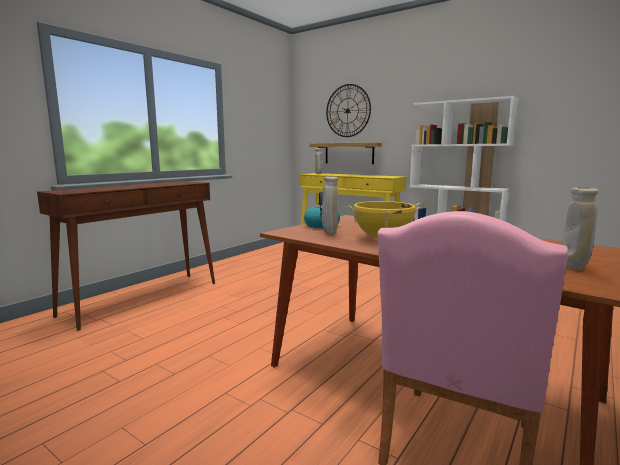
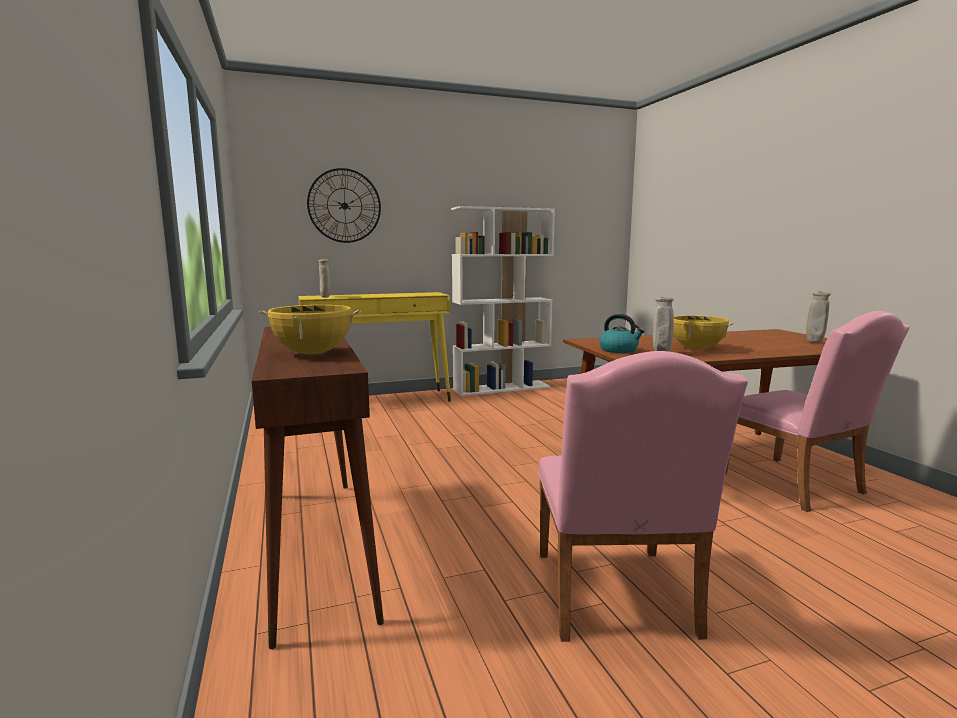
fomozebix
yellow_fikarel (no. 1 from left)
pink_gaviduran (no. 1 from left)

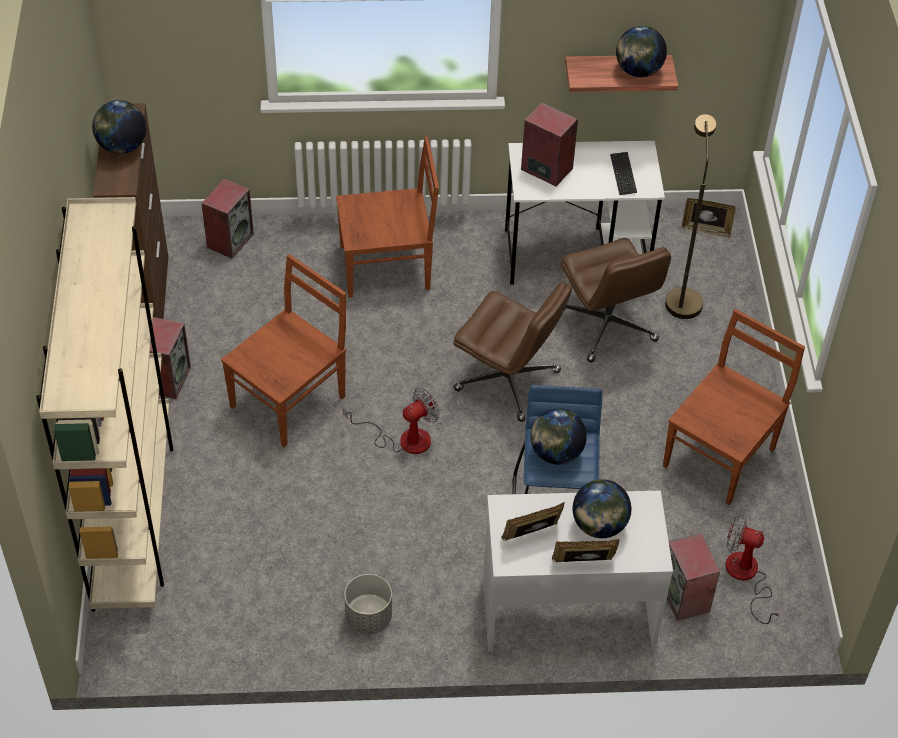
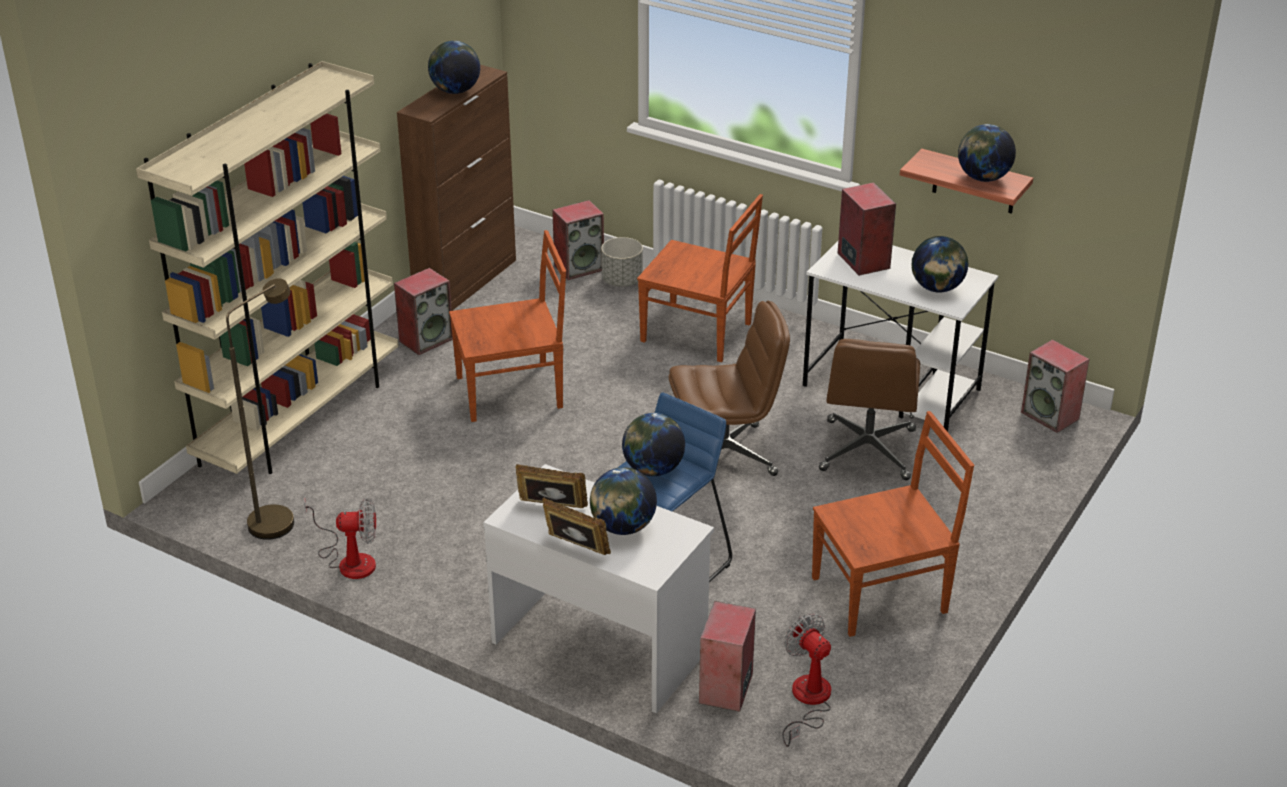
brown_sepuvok
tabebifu (no. 4 from left)
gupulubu (no. 5 from left)
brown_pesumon (no. 1 from left)
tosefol (no. 1 from left)
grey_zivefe

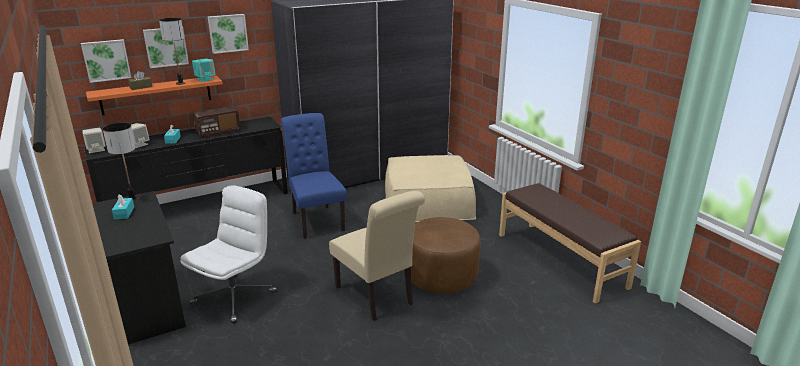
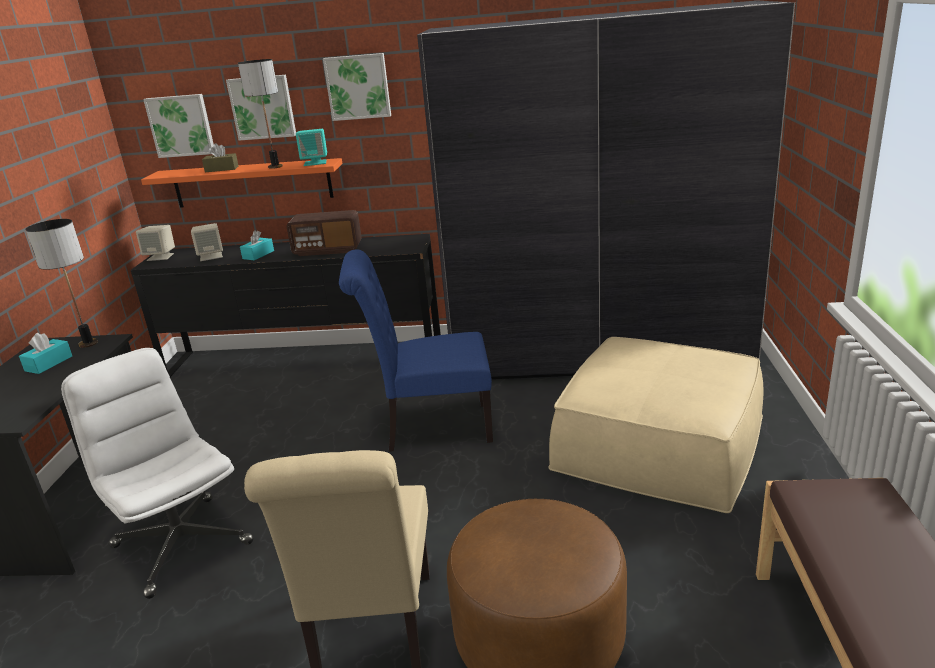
blue_gaviduran
white_pesumon

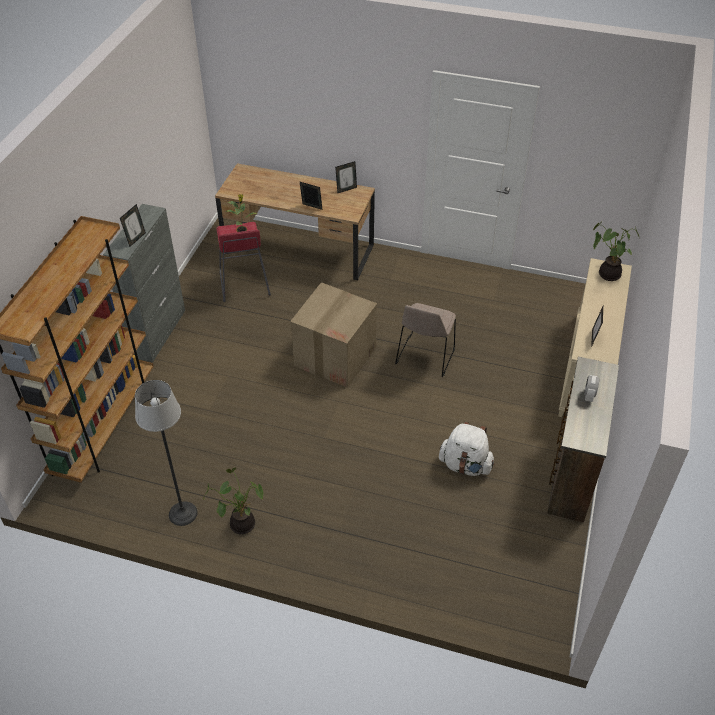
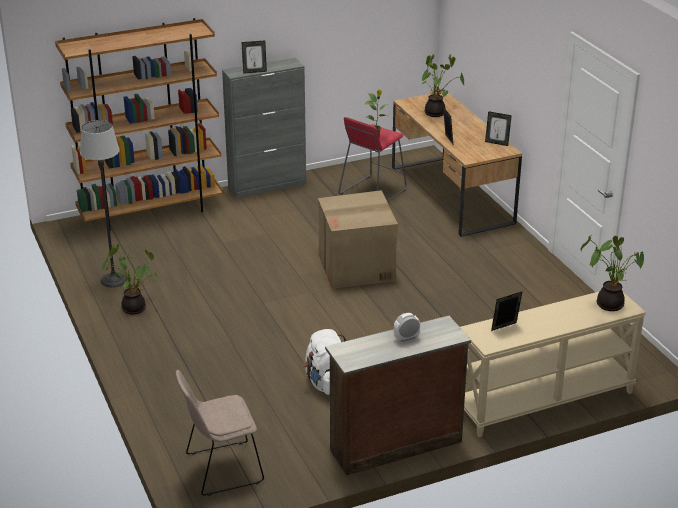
beige_gaviduran
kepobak (no. 3 from left)

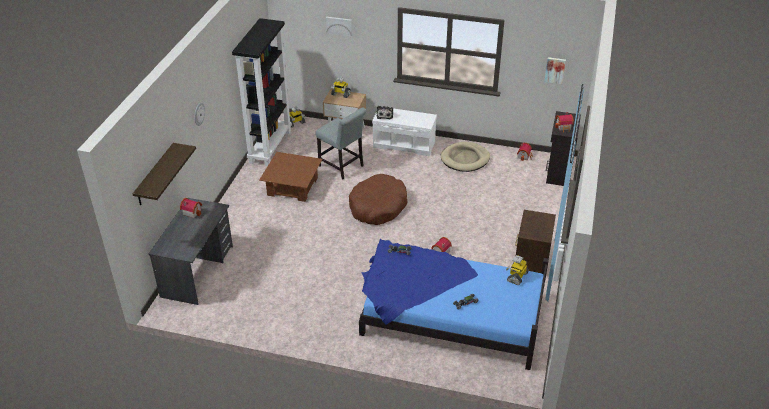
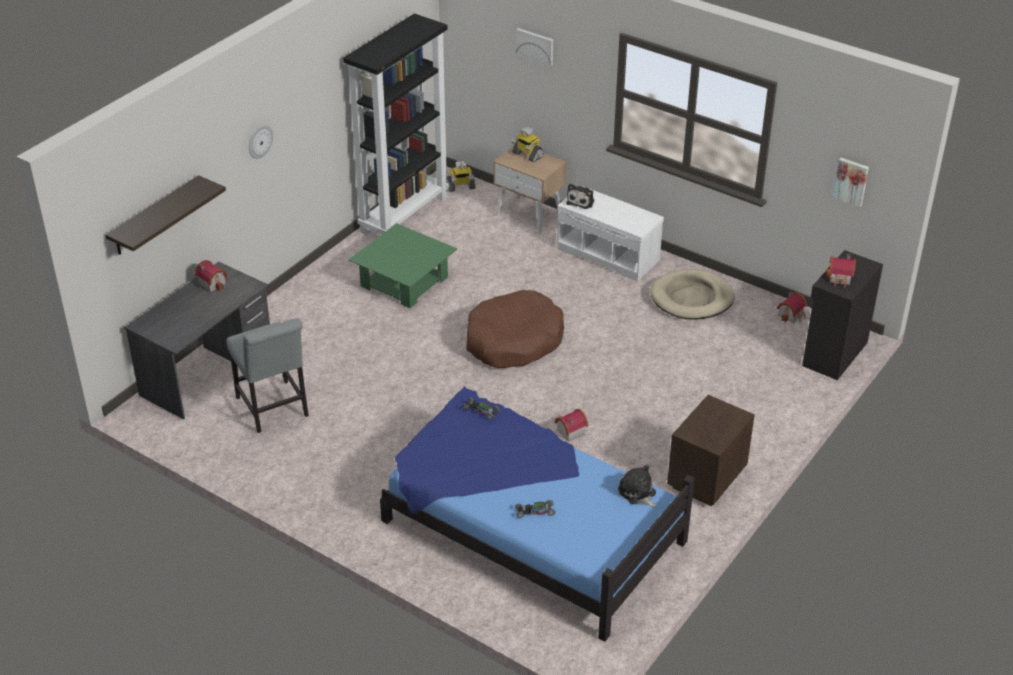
grey_gaviduran
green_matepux
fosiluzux (no. 2 from left)

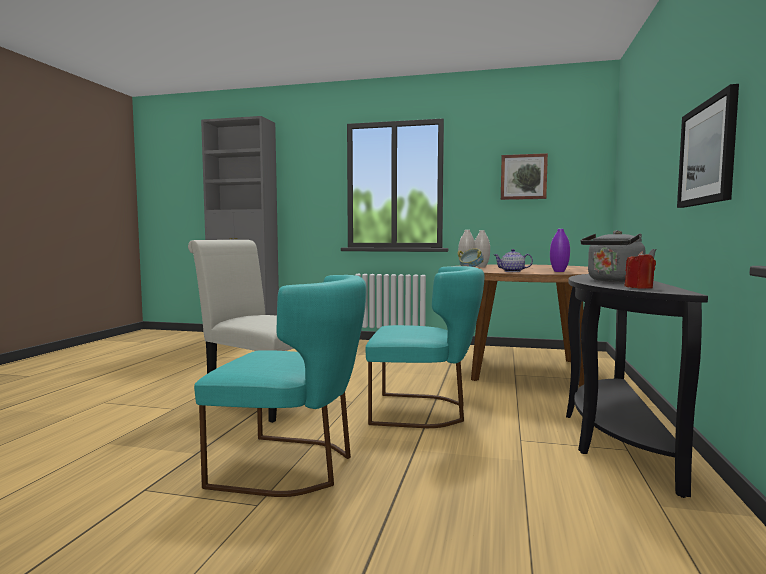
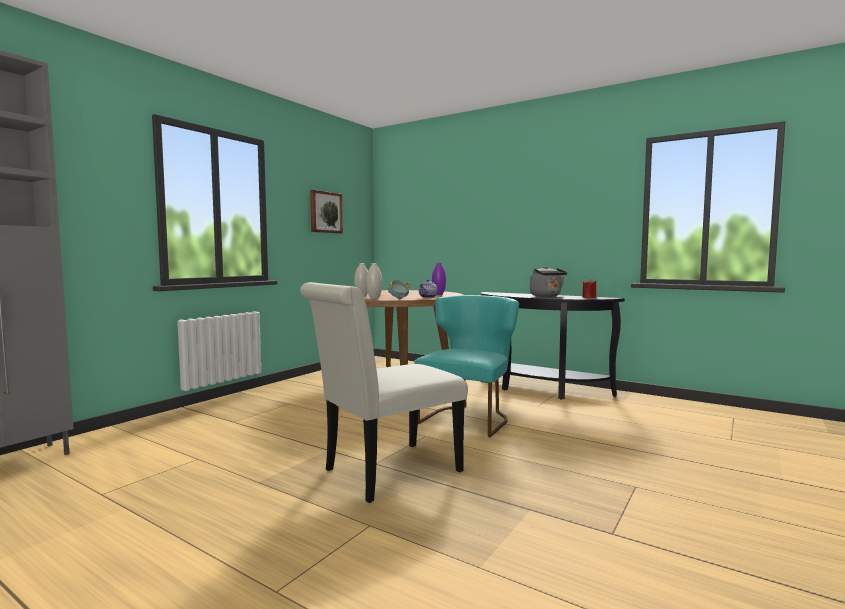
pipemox (no. 2 from left in the first image)
turquoise_gaviduran (no. 1 from left in the first image)

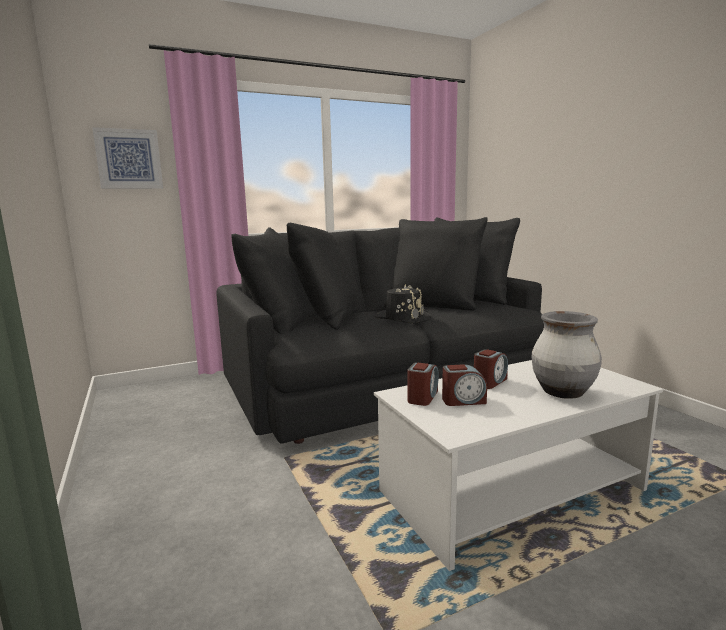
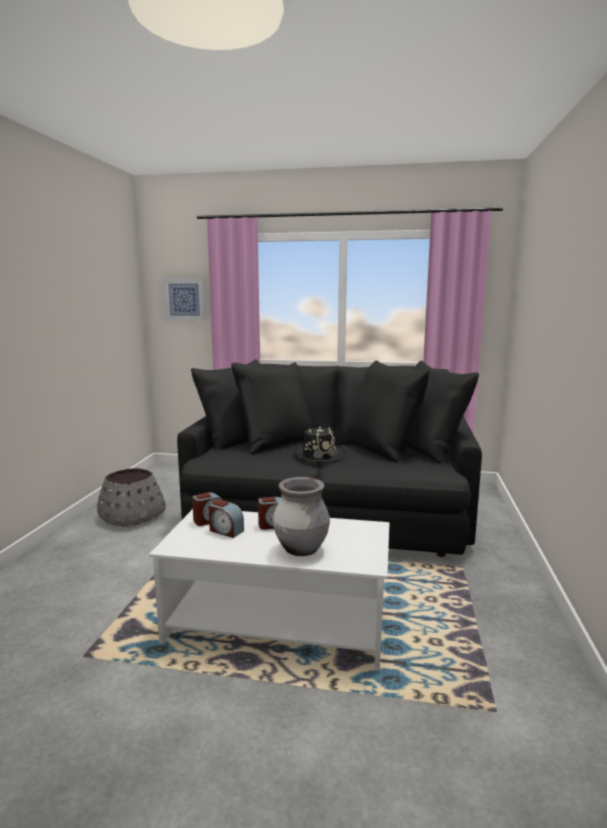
grey_zivefe

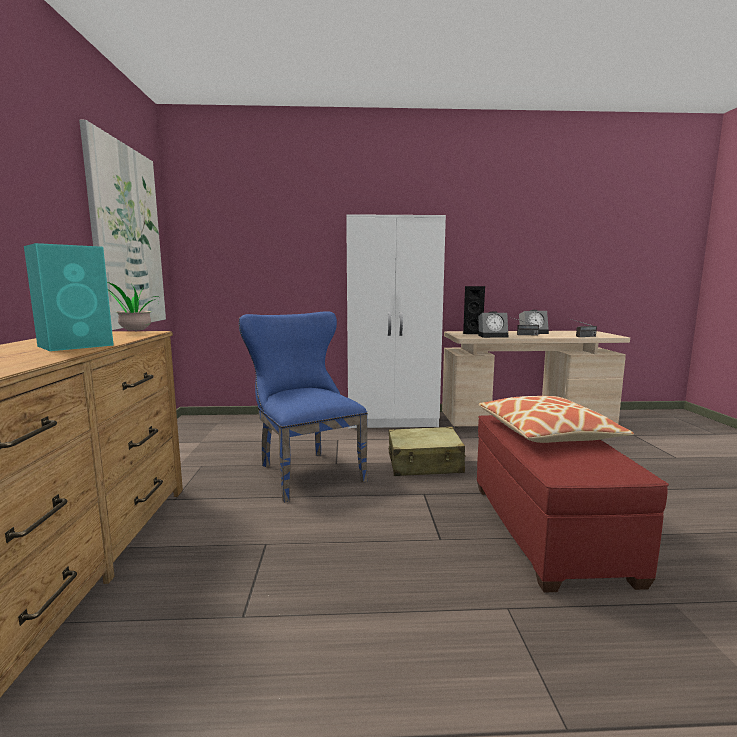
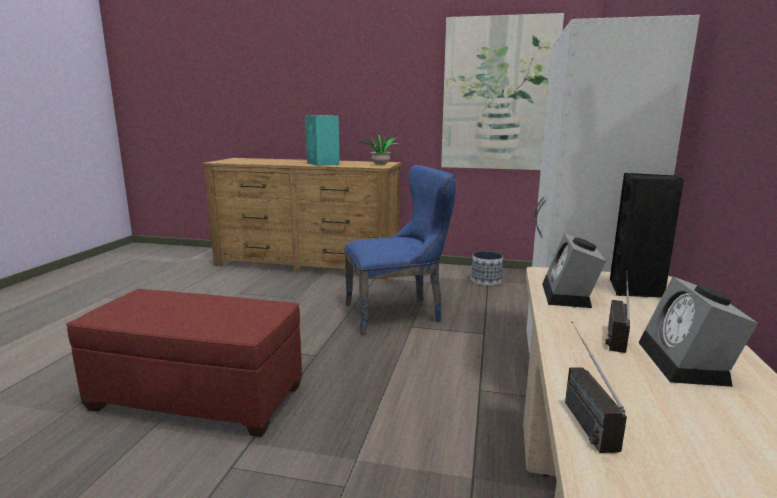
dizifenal
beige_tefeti
zivefe

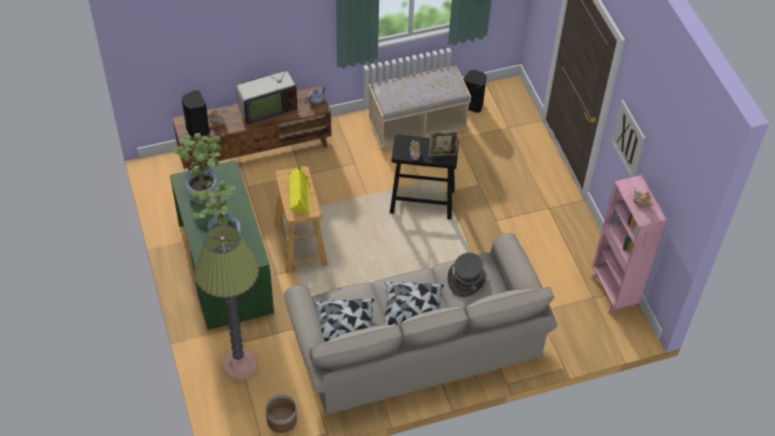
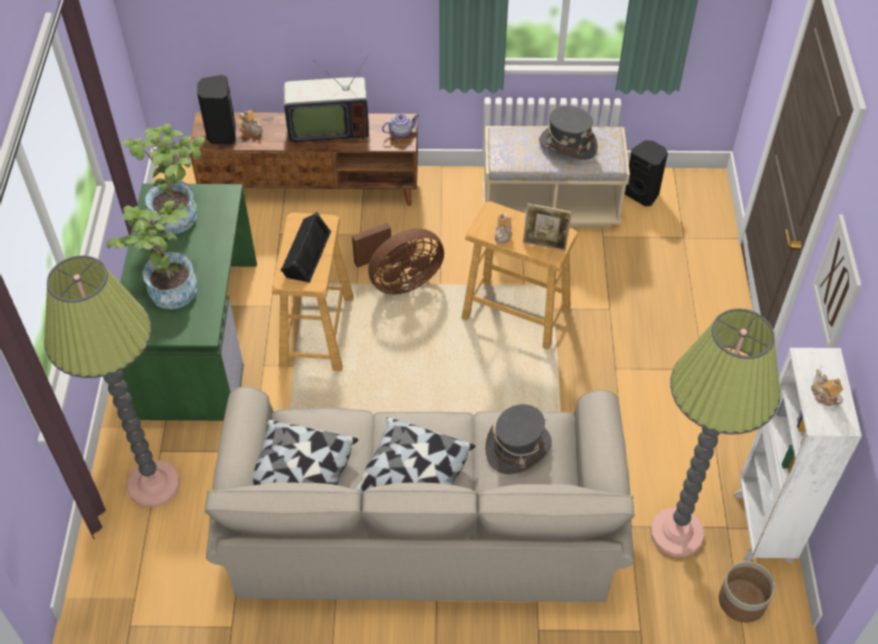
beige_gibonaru (no. 2 from left)
black_gupulubu (no. 2 from left)
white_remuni
zivefe
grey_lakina (no. 2 from left)
brown_tosefol
sepuvok (no. 2 from left)

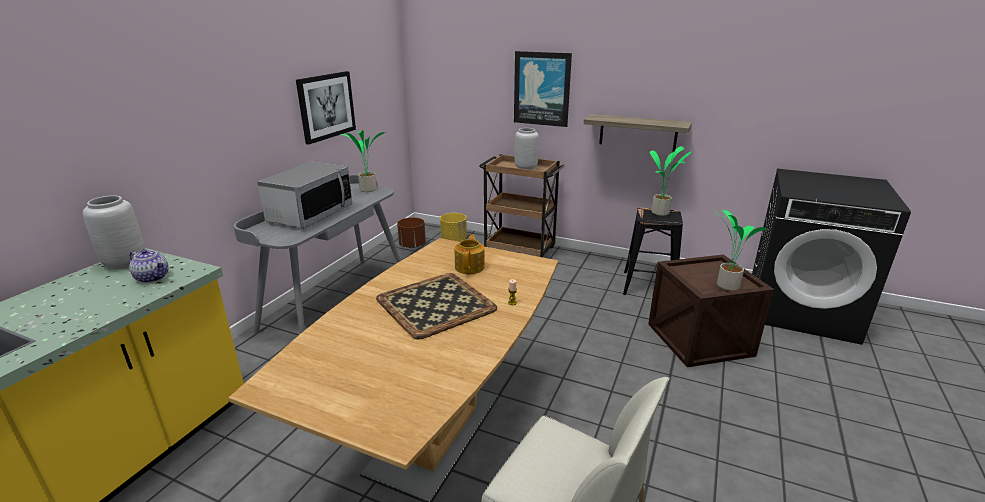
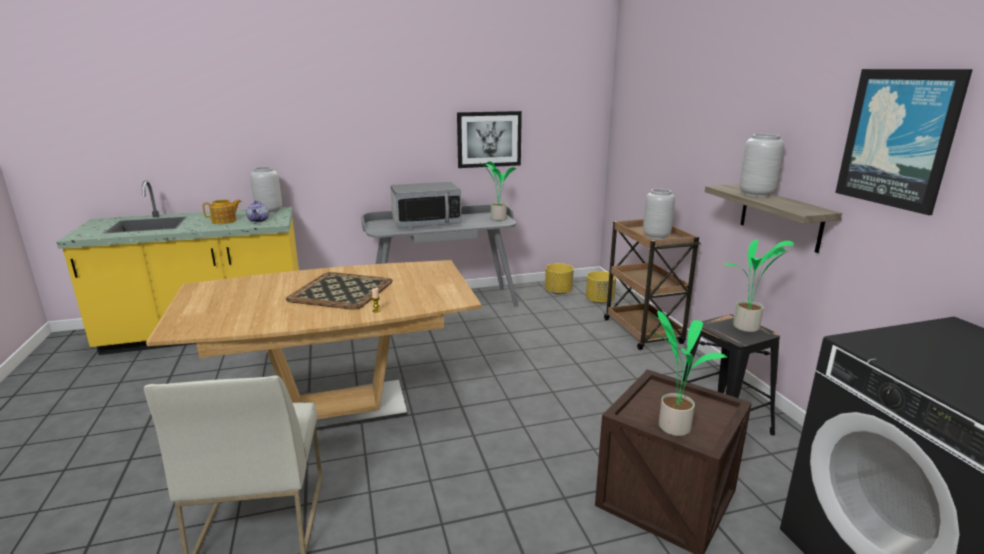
pipemox (no. 2 from left)
yellow_zivefe (no. 1 from left)
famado (no. 1 from left)
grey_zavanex (no. 3 from left)

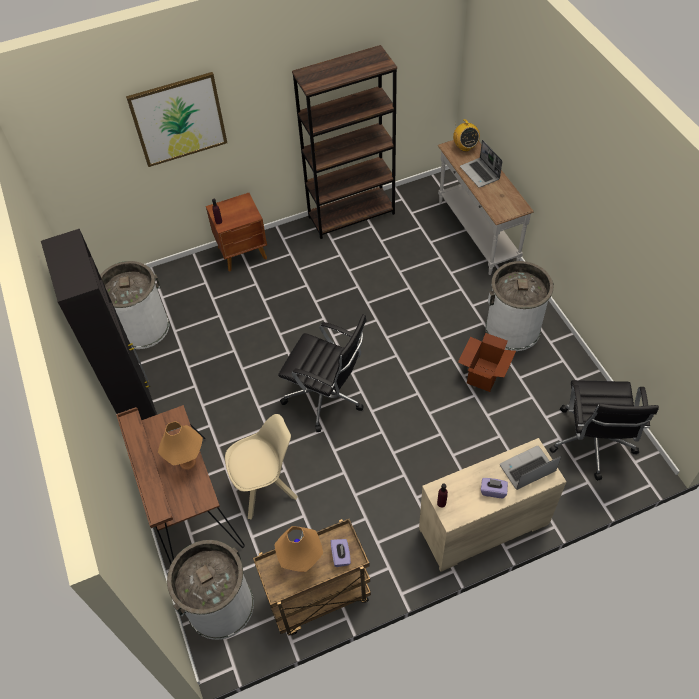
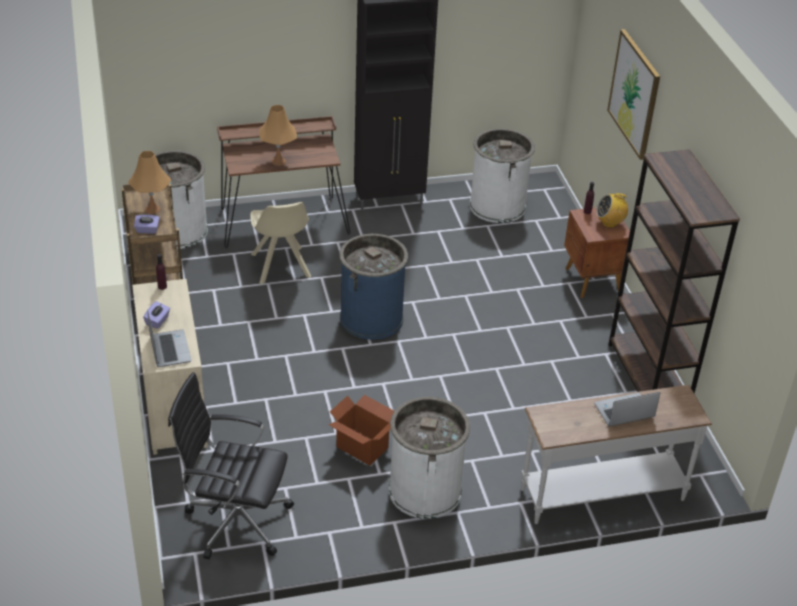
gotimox
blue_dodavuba

